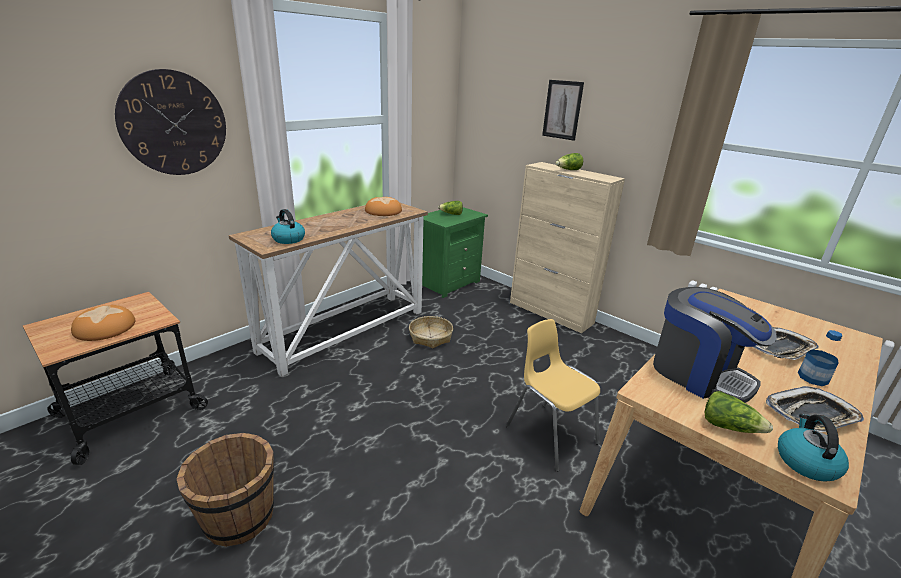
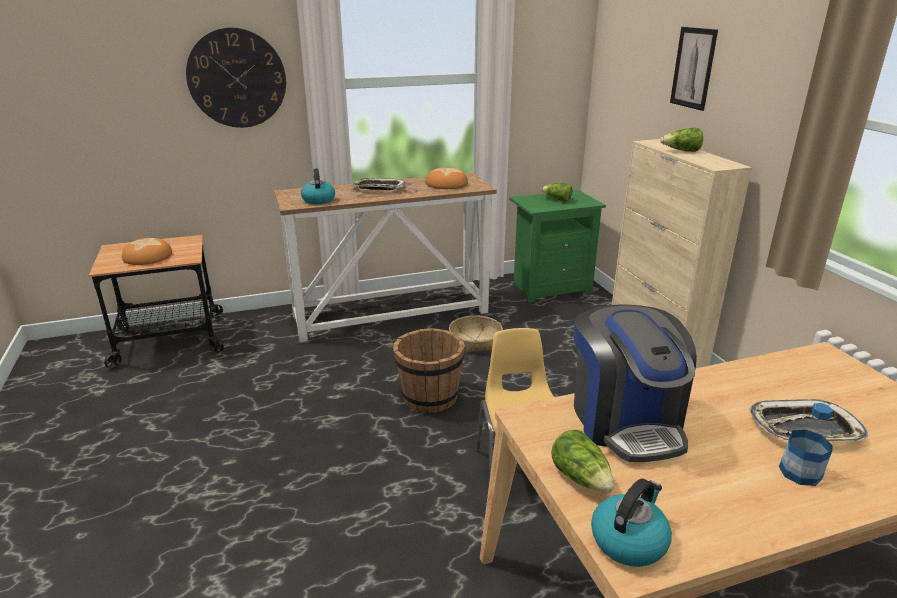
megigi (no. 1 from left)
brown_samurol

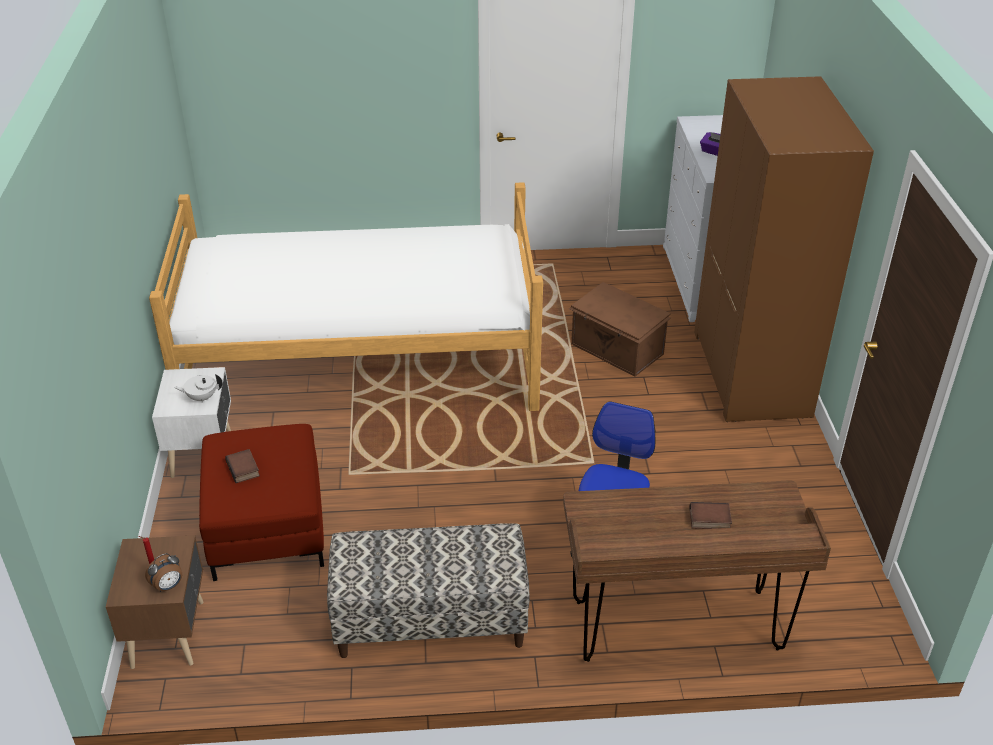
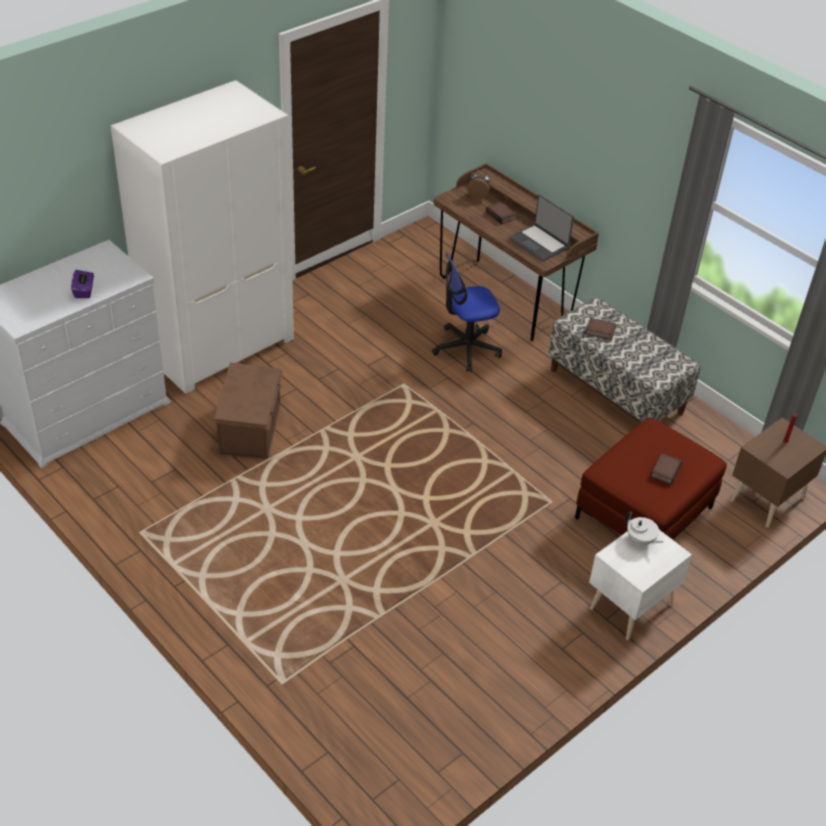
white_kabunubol
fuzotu
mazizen
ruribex
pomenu (no. 2 from left)

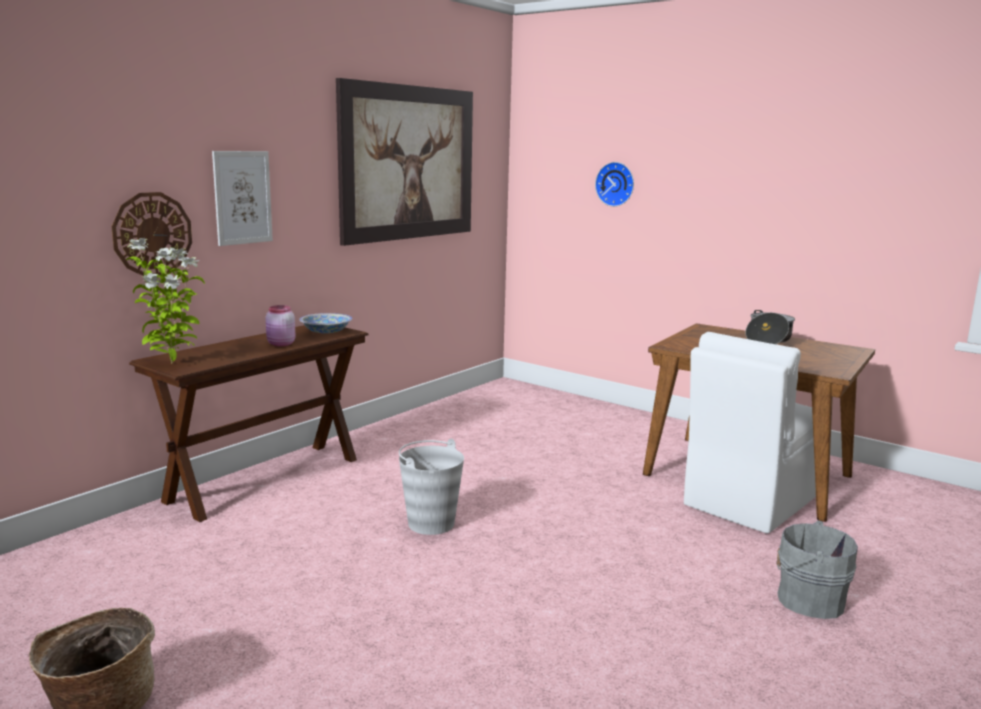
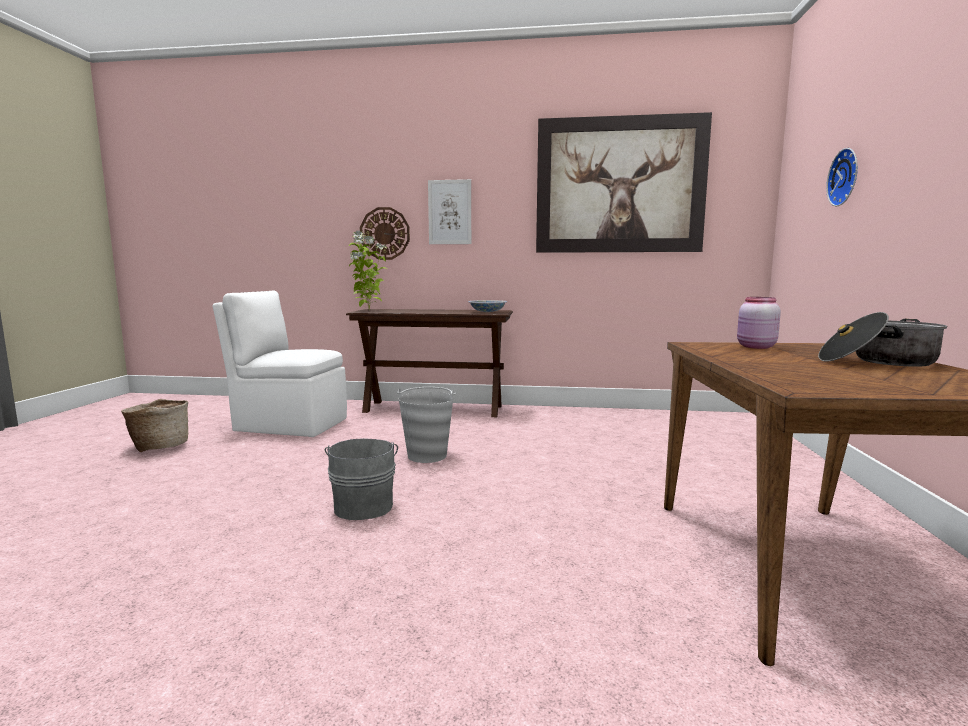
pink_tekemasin
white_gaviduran
grey_samurol (no. 1 from left)

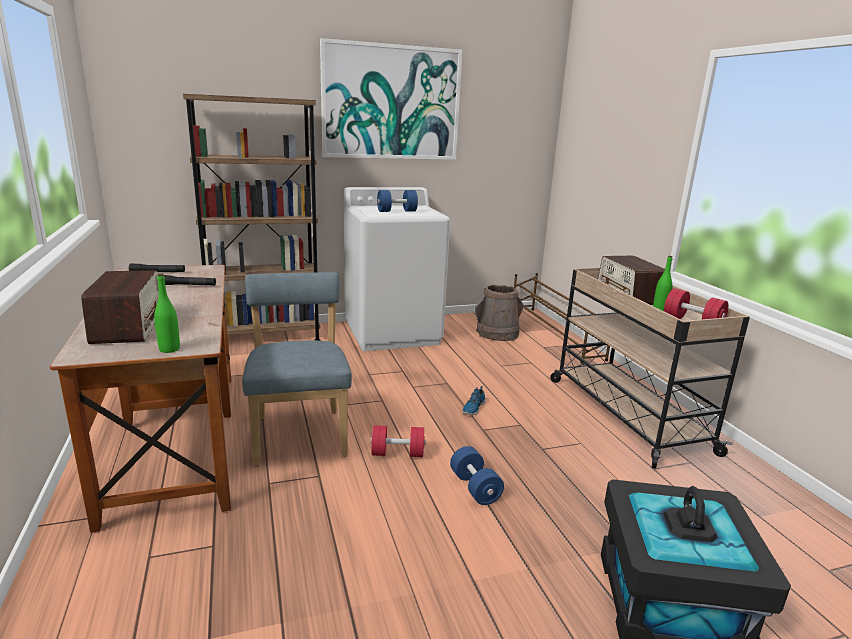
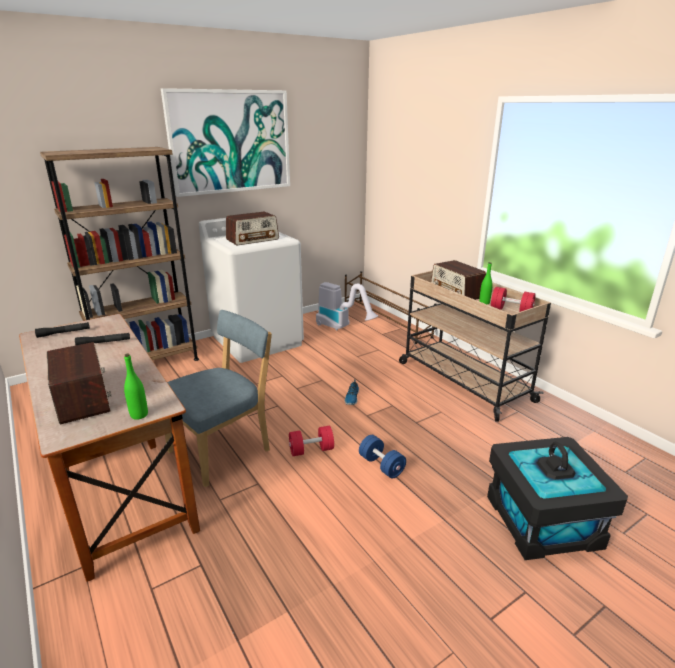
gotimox (no. 2 from left)
blue_gaviduran
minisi

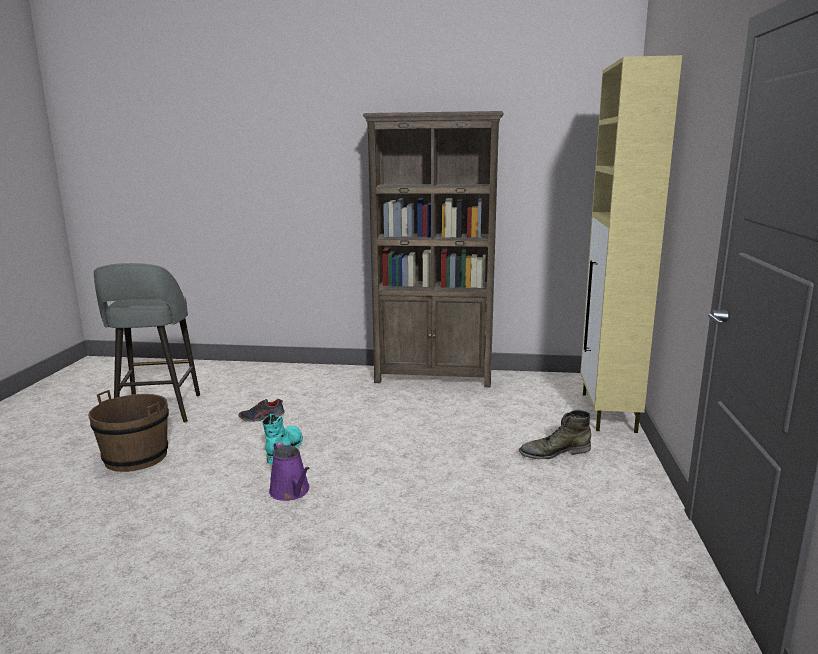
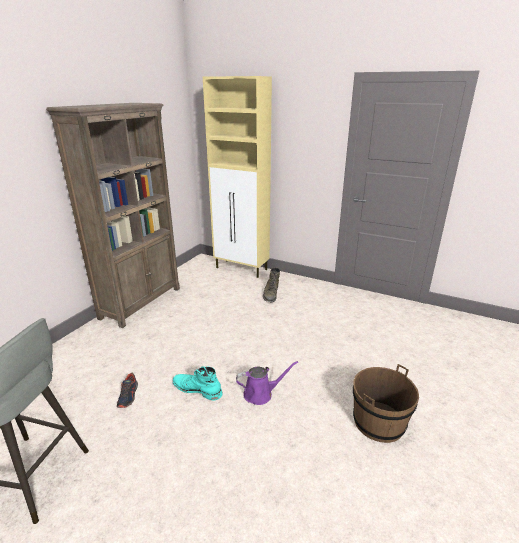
brown_samurol

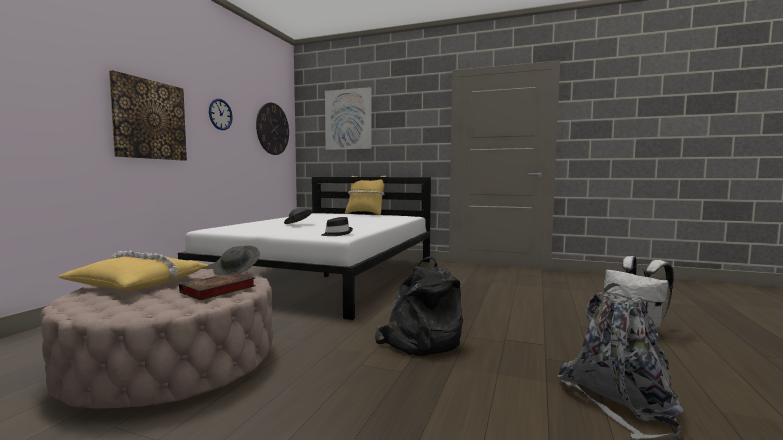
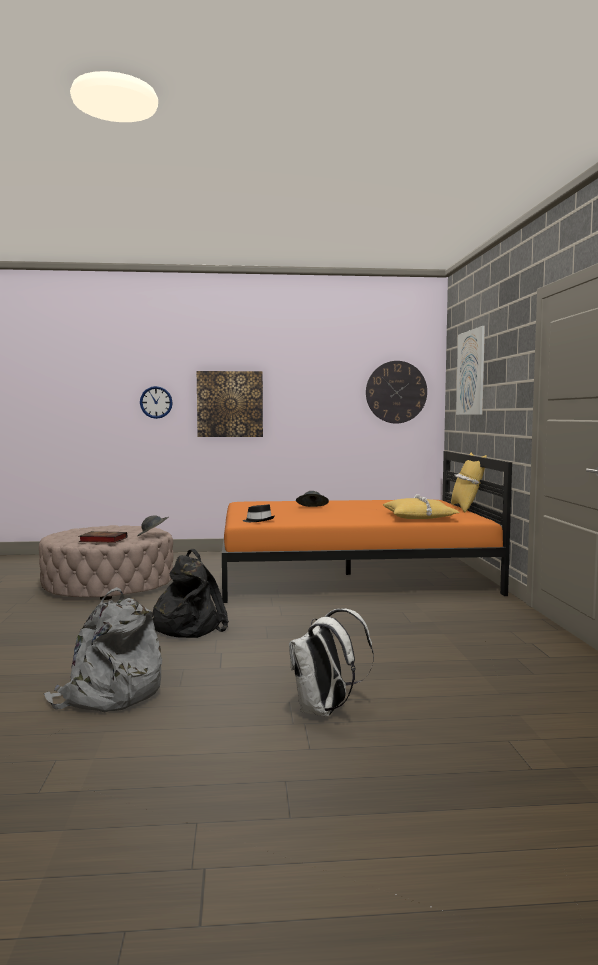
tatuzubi (no. 1 from left)
orange_fuzotu
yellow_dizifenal (no. 1 from left)

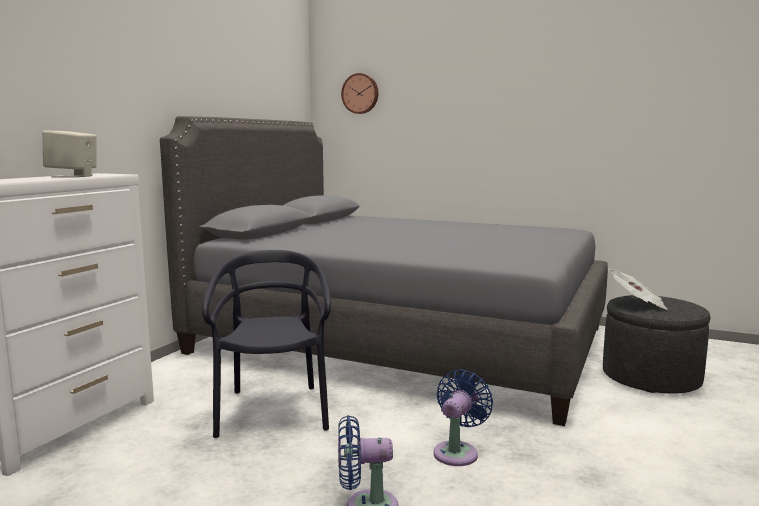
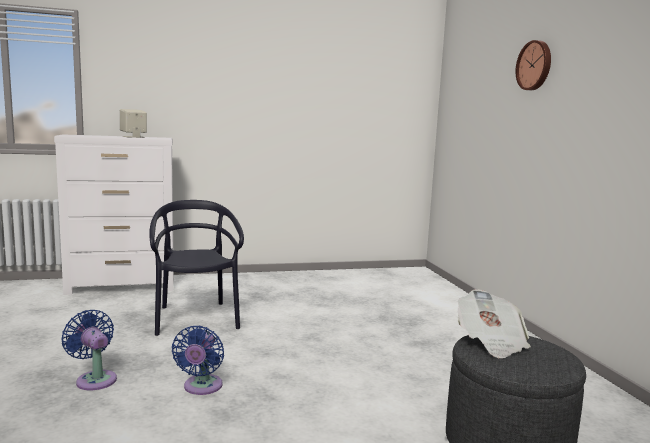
tatuzubi
grey_fuzotu
black_gaviduran
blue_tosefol (no. 2 from left)

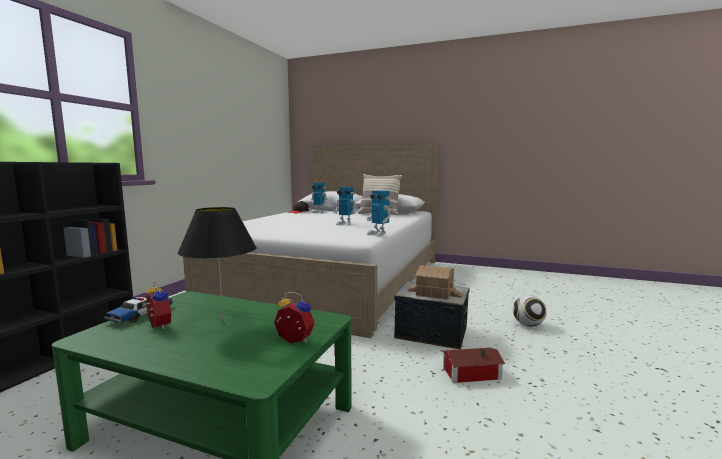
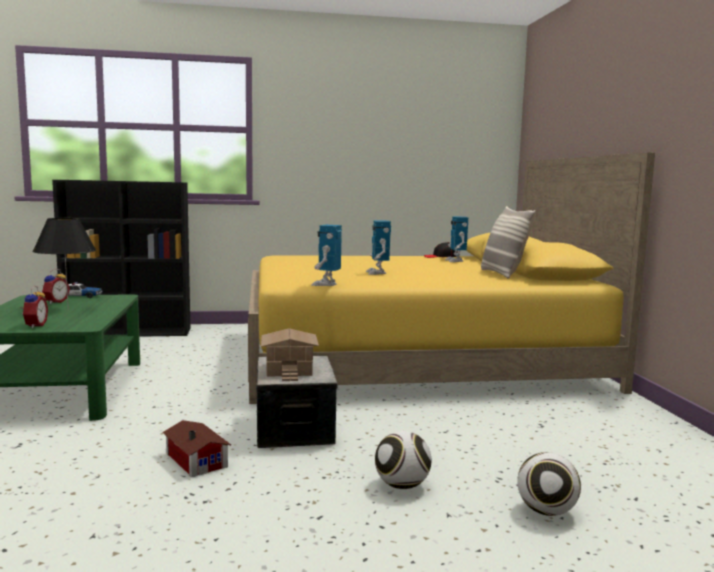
yellow_fuzotu
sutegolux (no. 2 from left)

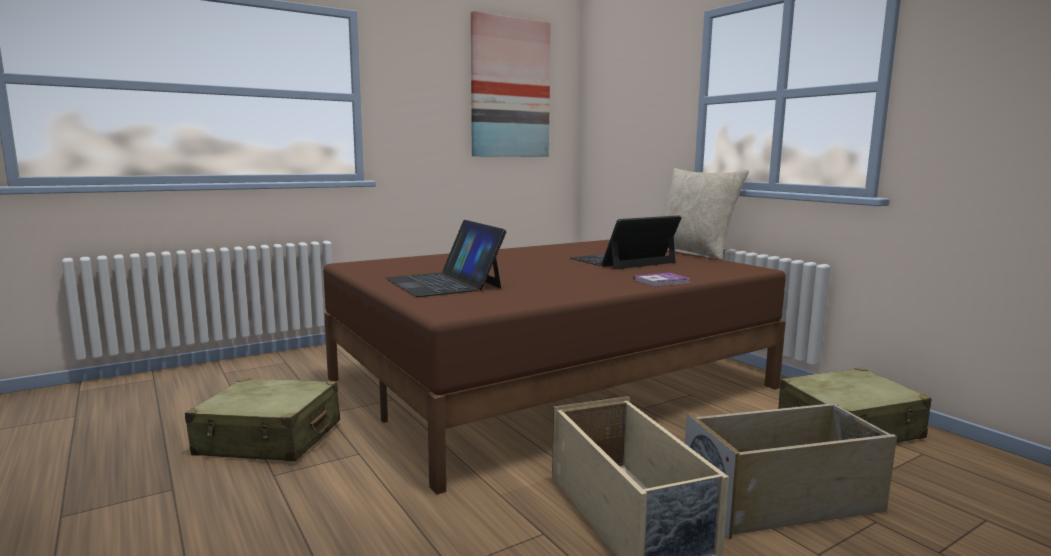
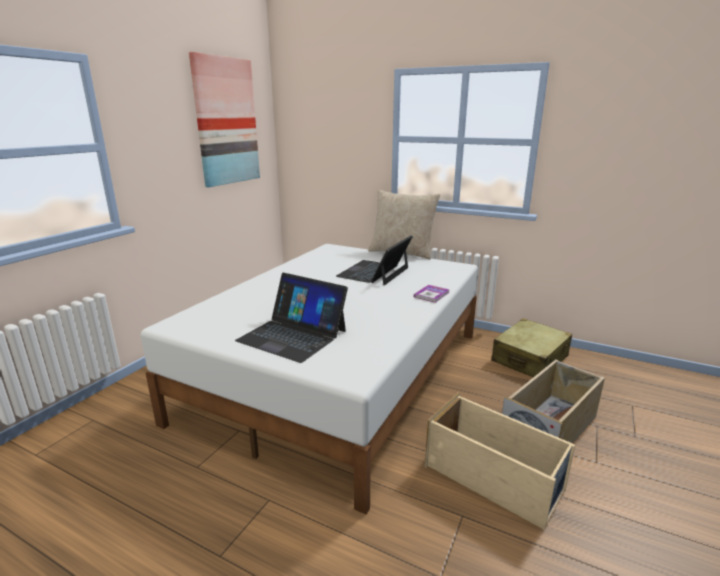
white_fuzotu
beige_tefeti (no. 1 from left in the first image)

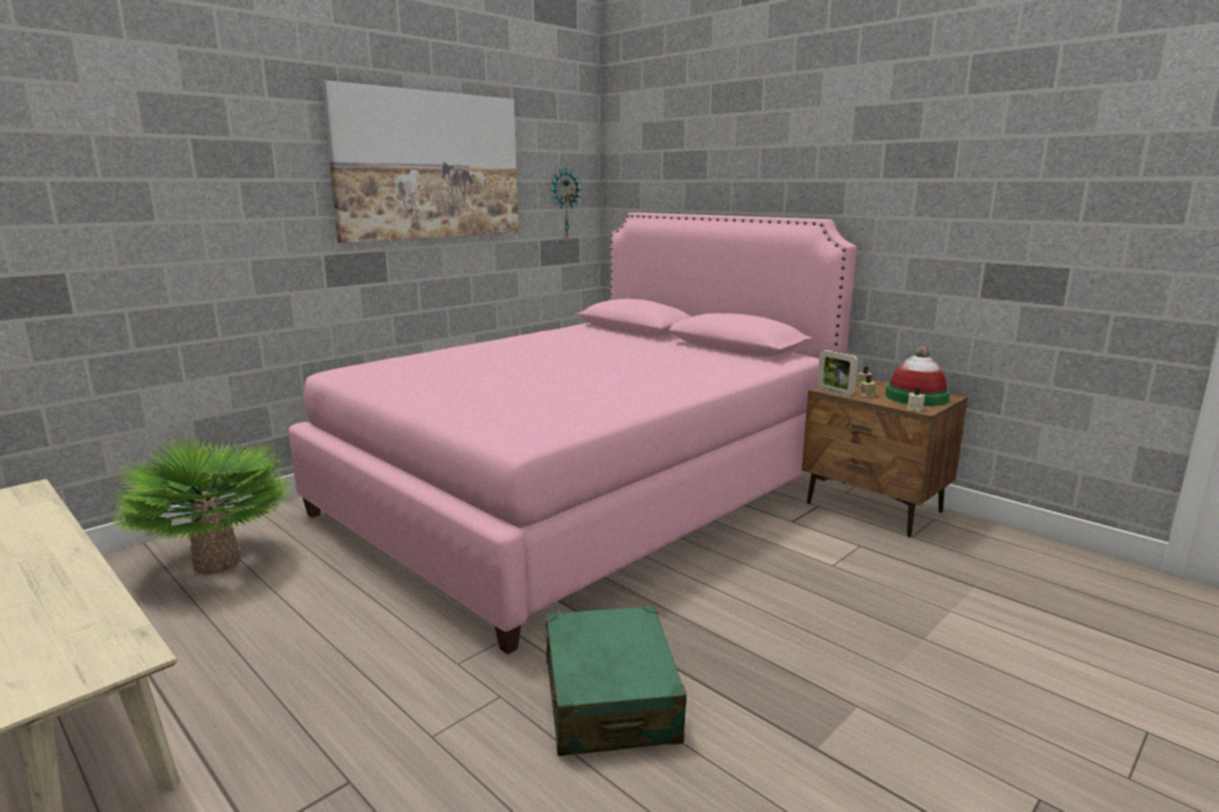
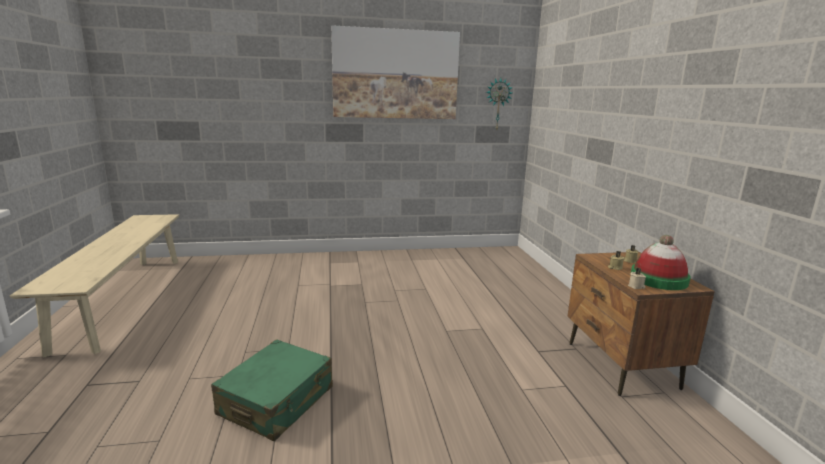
pink_fuzotu
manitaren
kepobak

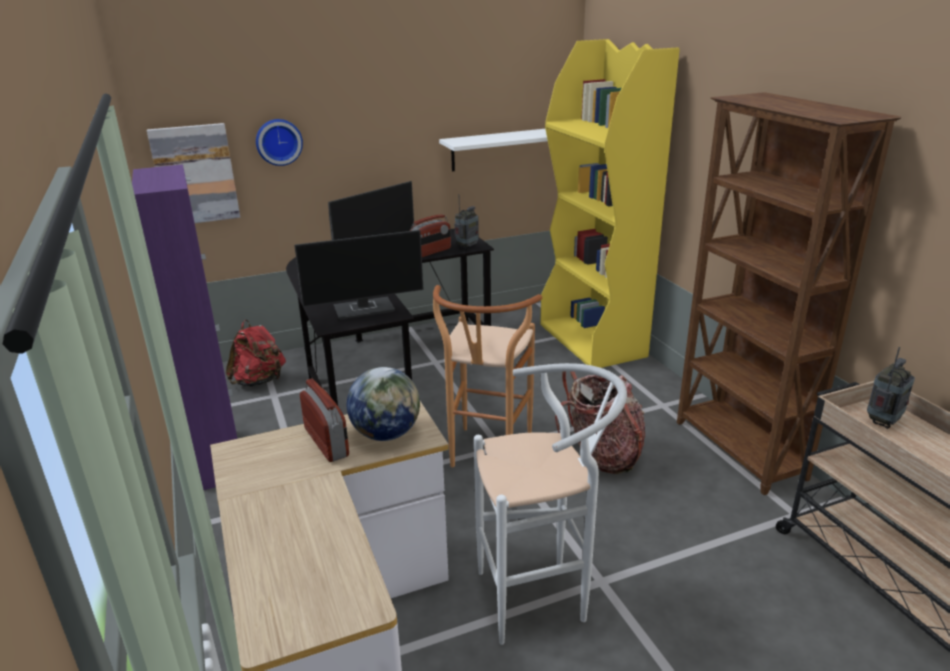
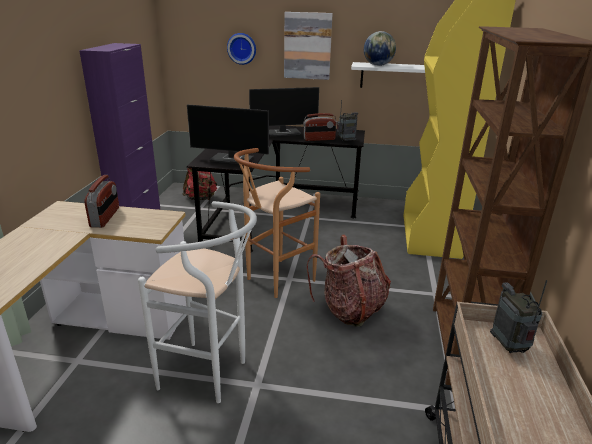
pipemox
gotimox (no. 4 from left)
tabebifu

